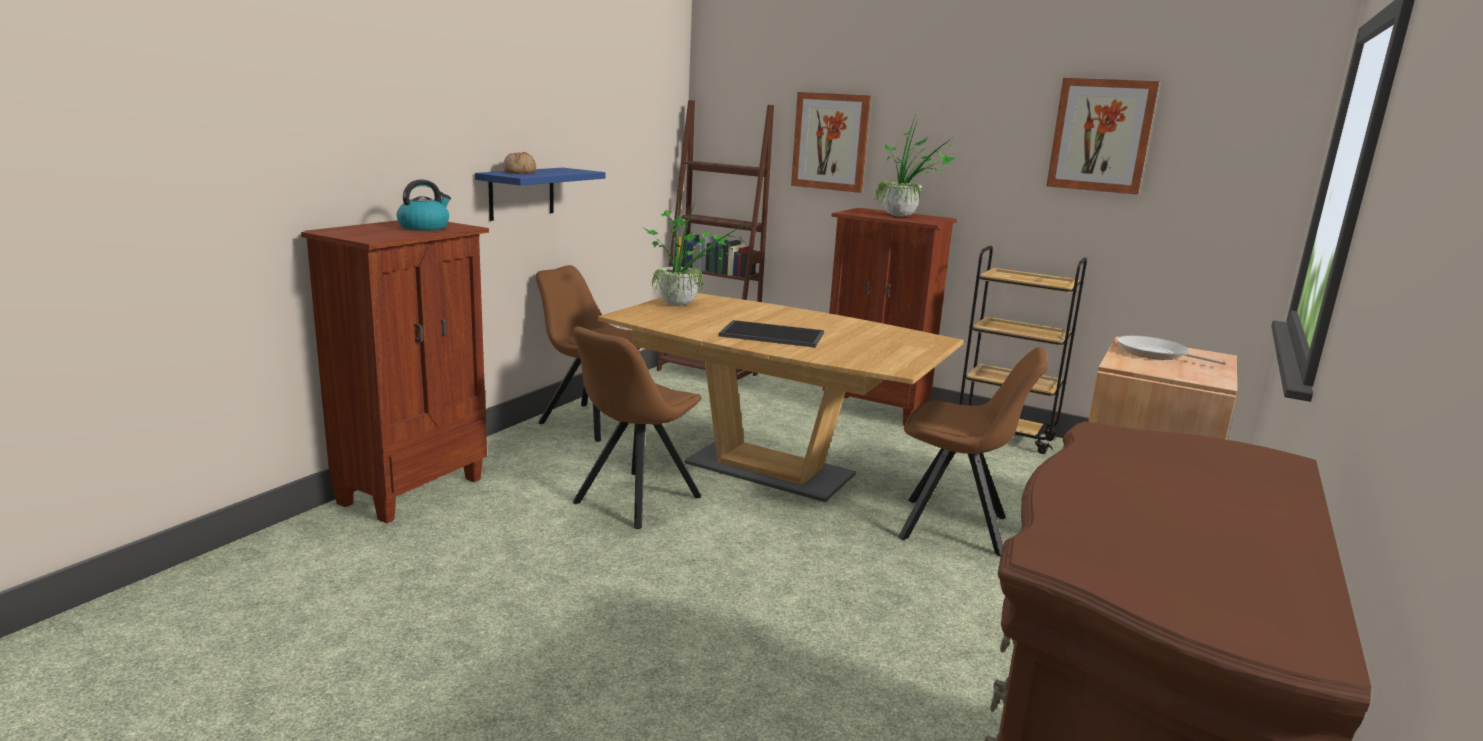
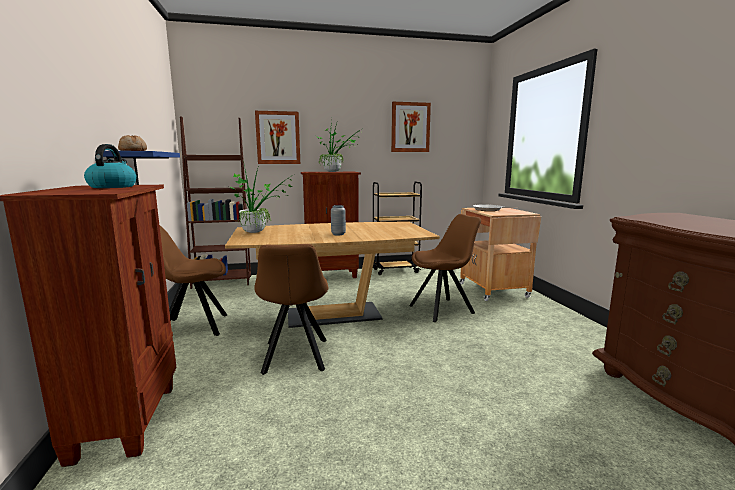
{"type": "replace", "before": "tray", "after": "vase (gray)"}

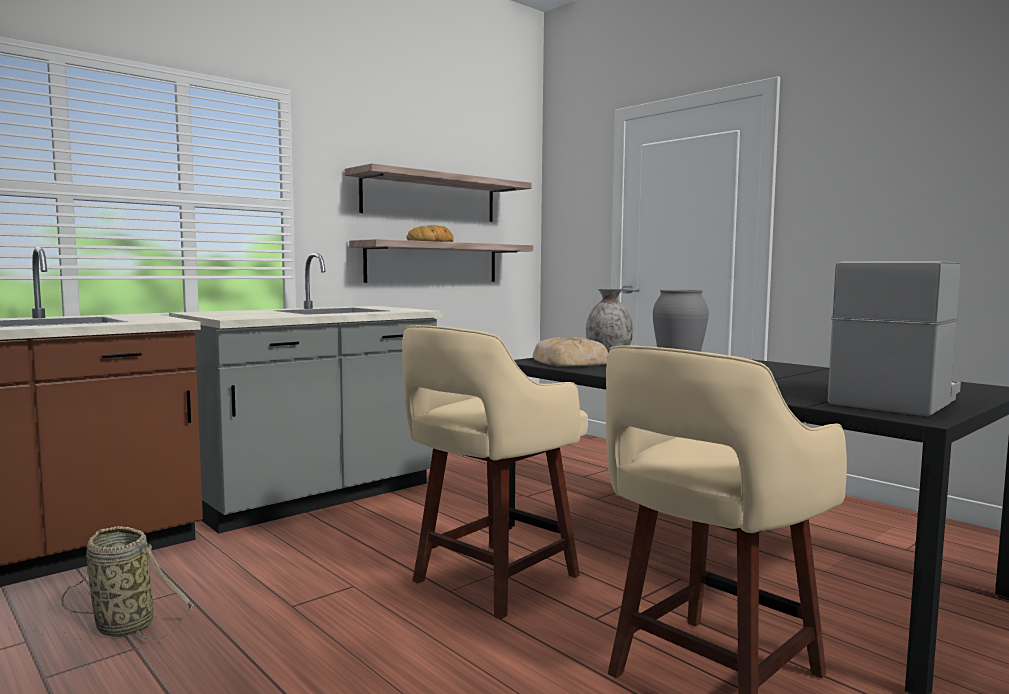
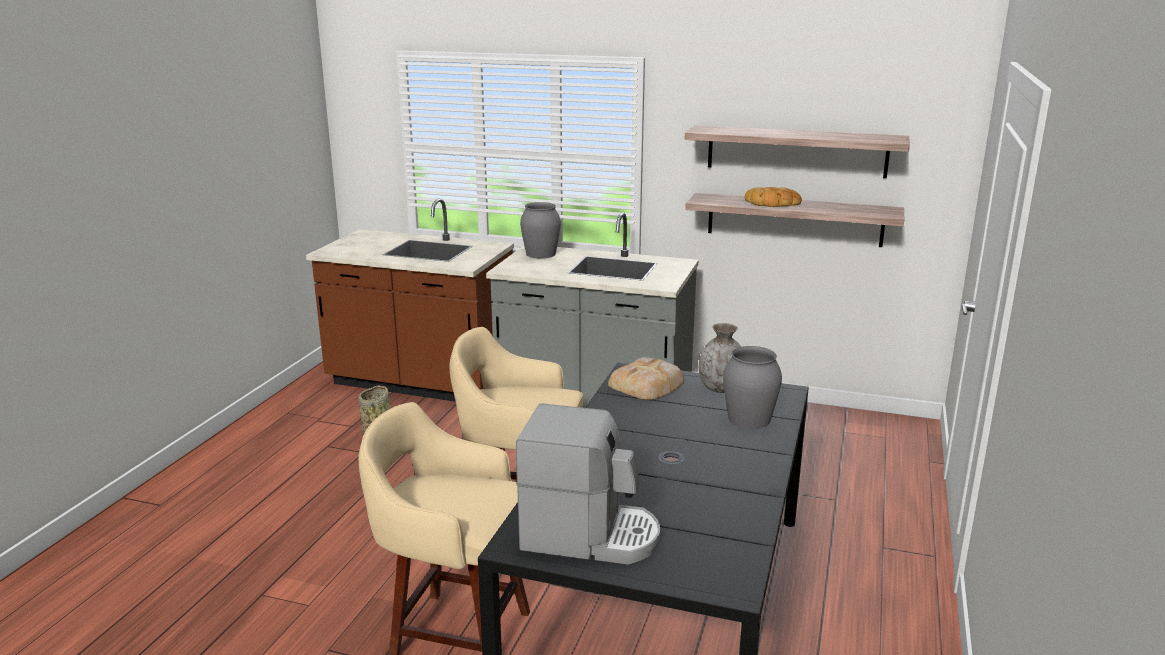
{"type": "insert", "after": "vase (gray) (1st from left)"}

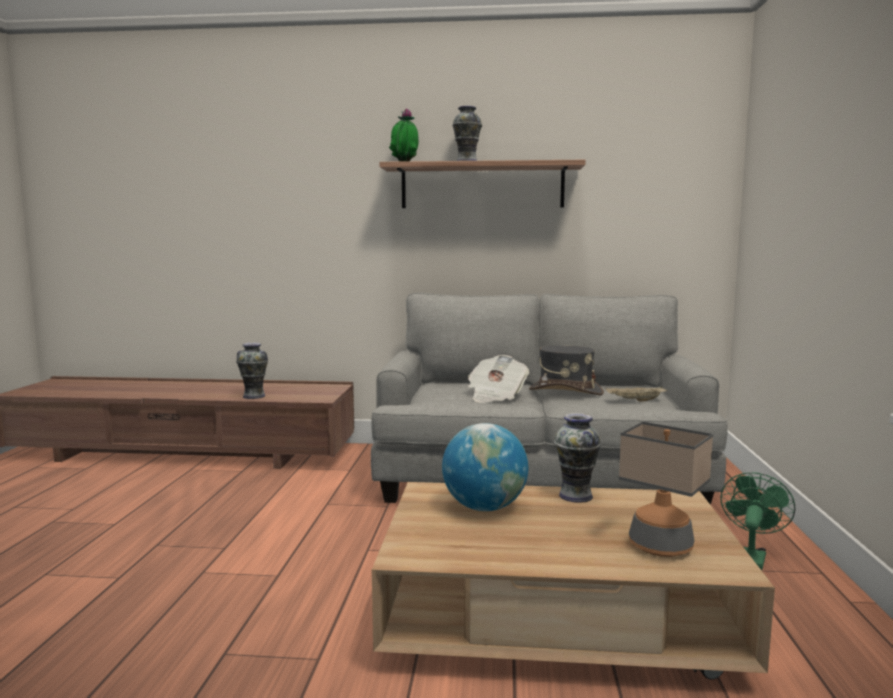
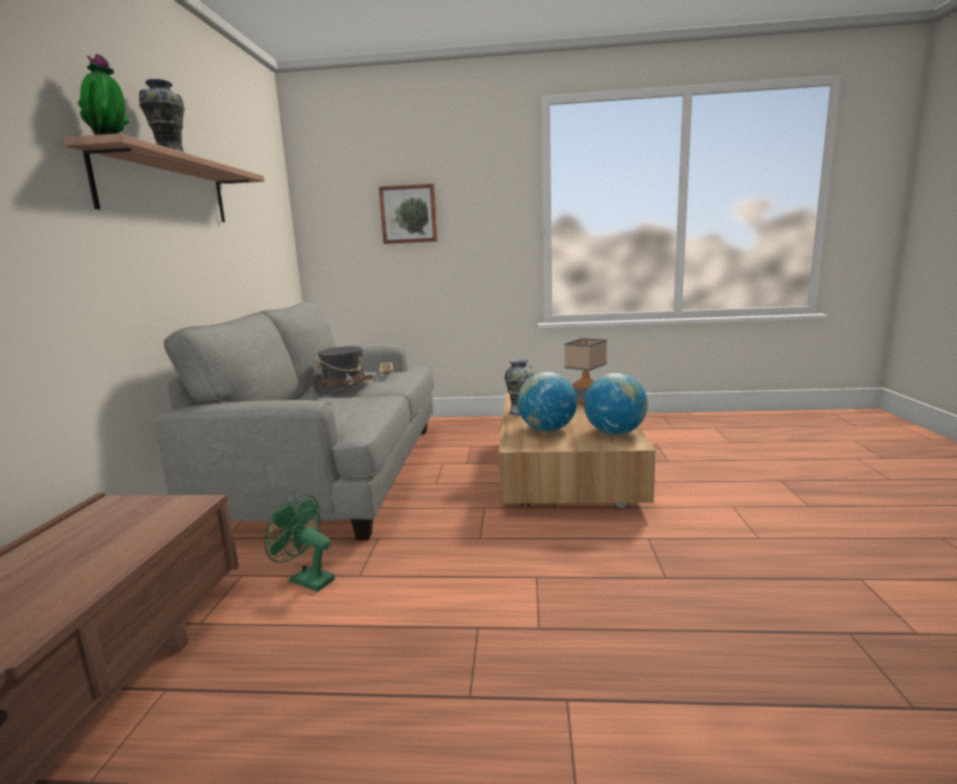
{"type": "delete", "before": "vase (1st from left)"}
{"type": "delete", "before": "daily paper"}
{"type": "move", "before": "cooling fan (green)"}
{"type": "insert", "after": "wall art"}
{"type": "insert", "after": "world globe (2nd from left)"}

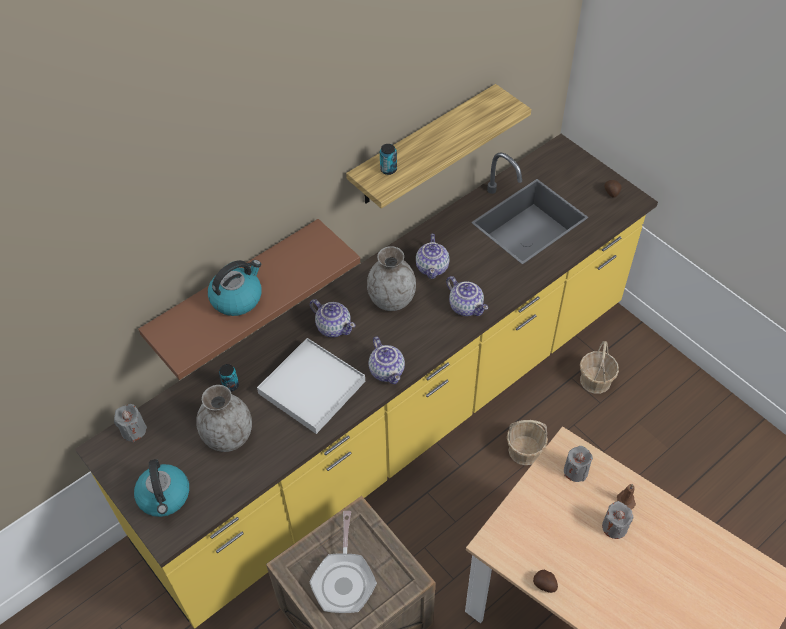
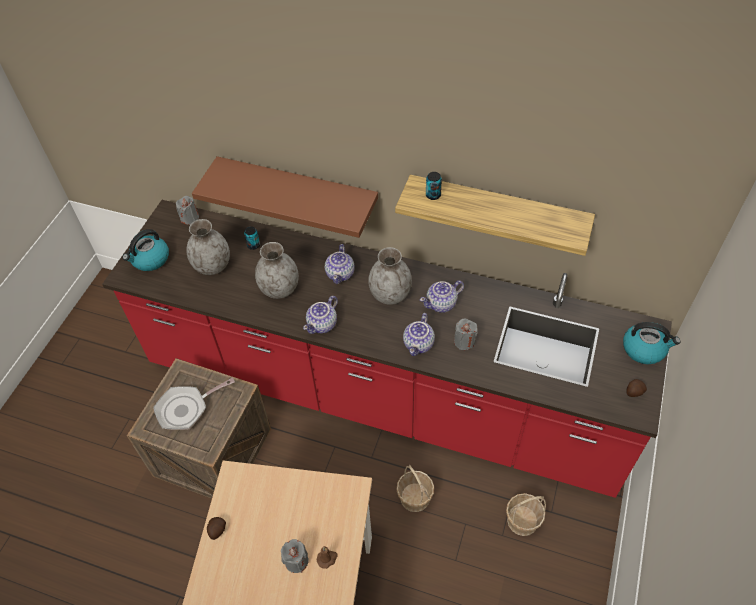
{"type": "recolor", "before": "counter (yellow-coloured)", "after": "counter (red-coloured)"}
{"type": "move", "before": "kettle (2nd from left)"}
{"type": "replace", "before": "tray (white)", "after": "vase (gray) (2nd from left)"}
{"type": "move", "before": "wax light (gray) (2nd from left in the first image)", "after": "wax light (gray) (3rd from left)"}

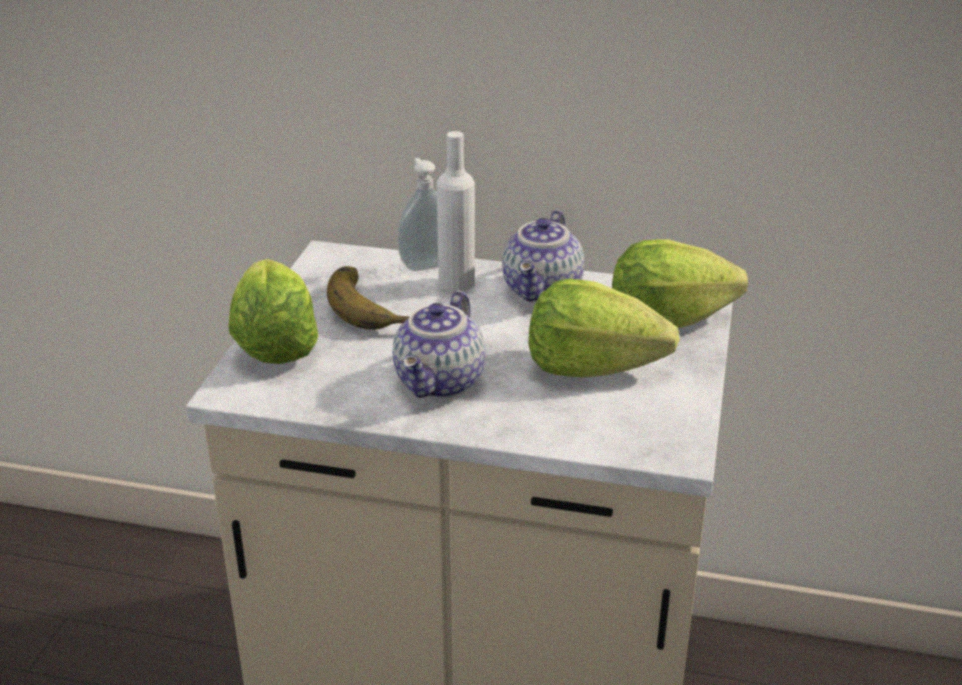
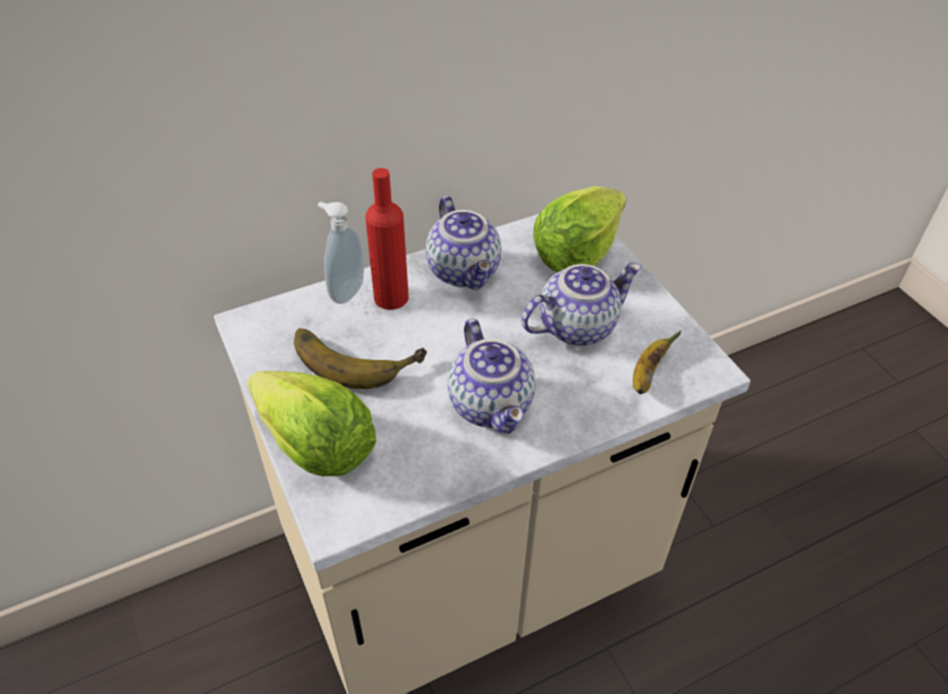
{"type": "recolor", "before": "bottle (white)", "after": "bottle (red-coloured)"}
{"type": "replace", "before": "lettuce head (2nd from left)", "after": "teapot (3rd from left)"}
{"type": "insert", "after": "banana fruit (2nd from left)"}

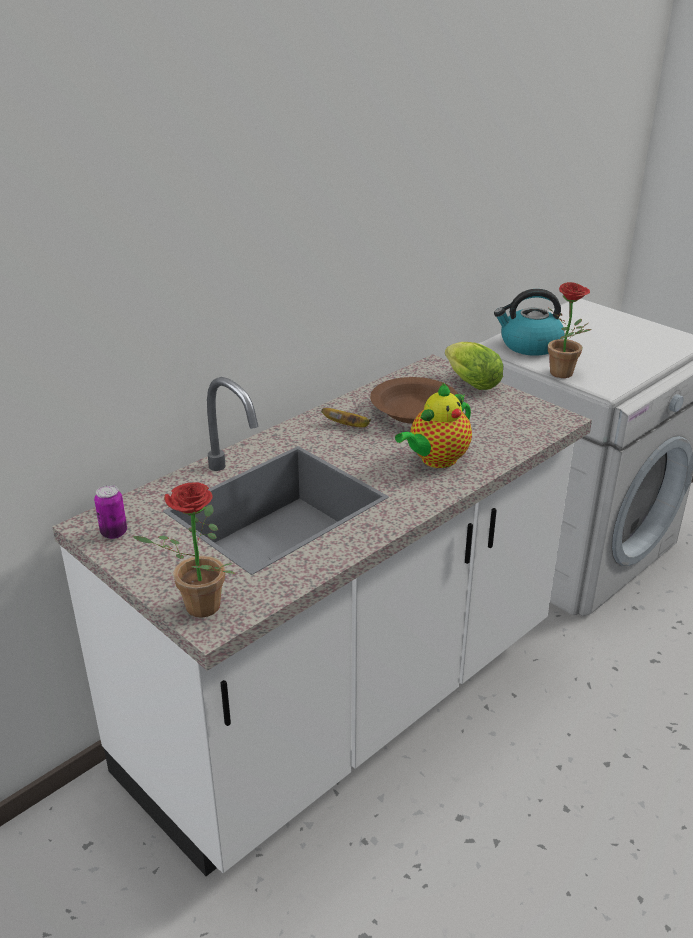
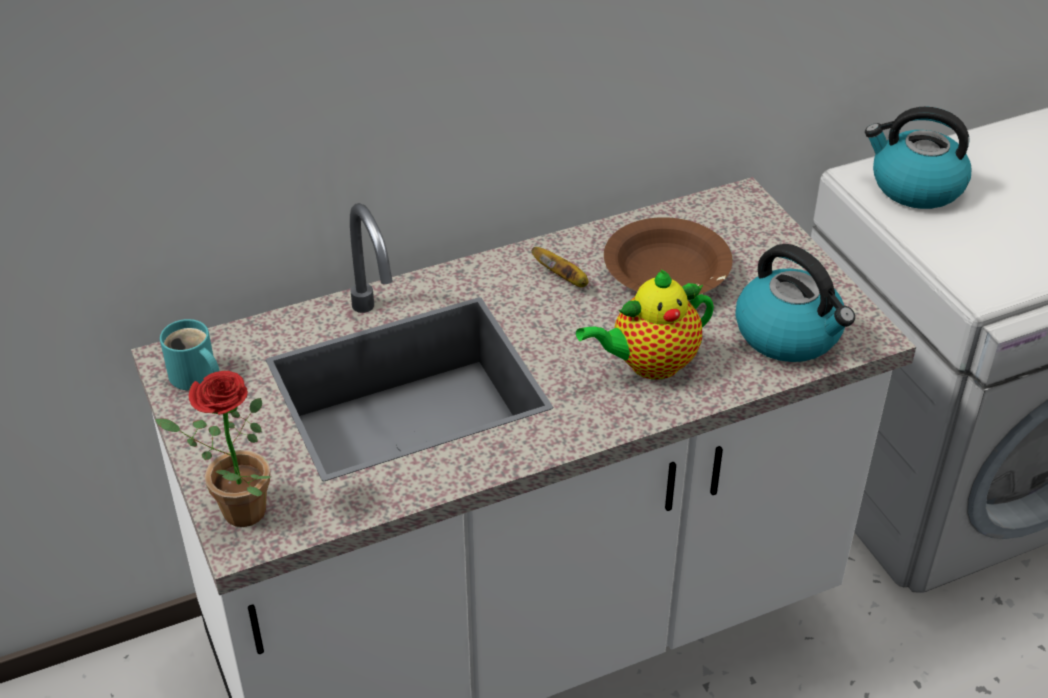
{"type": "delete", "before": "houseplant (2nd from left)"}
{"type": "delete", "before": "lettuce head"}
{"type": "replace", "before": "metal can", "after": "tea mug (turquoise-coloured)"}
{"type": "insert", "after": "kettle (1st from left)"}

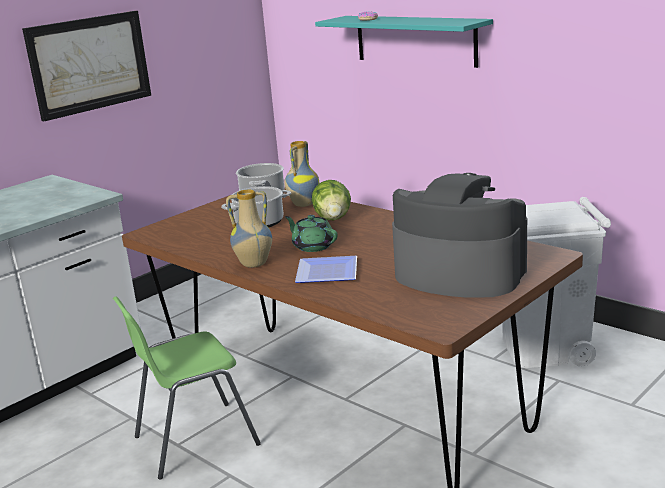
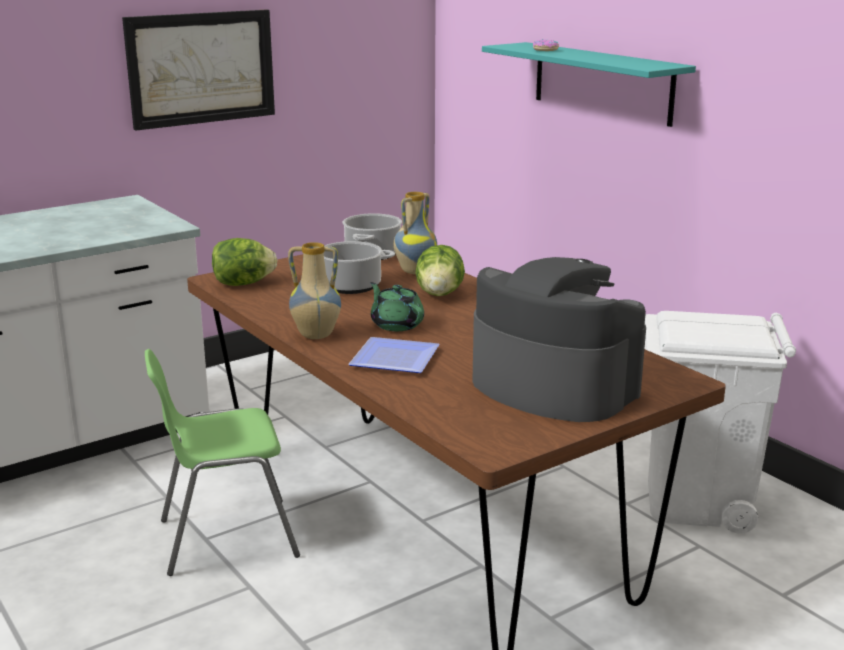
{"type": "insert", "after": "lettuce head (1st from left)"}

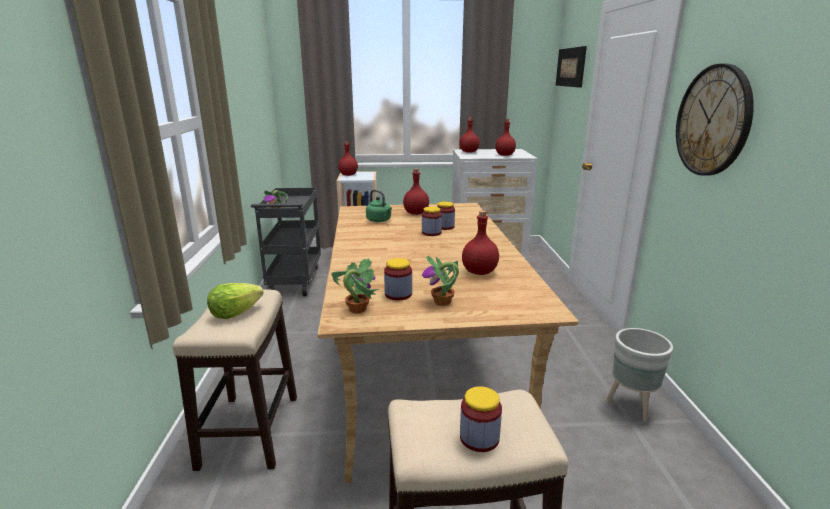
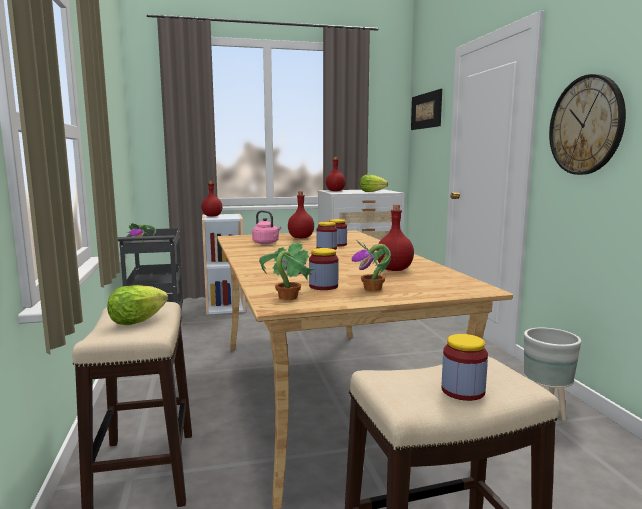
{"type": "replace", "before": "bottle (red-coloured) (5th from left)", "after": "lettuce head (2nd from left)"}
{"type": "recolor", "before": "kettle (green)", "after": "kettle (pink)"}

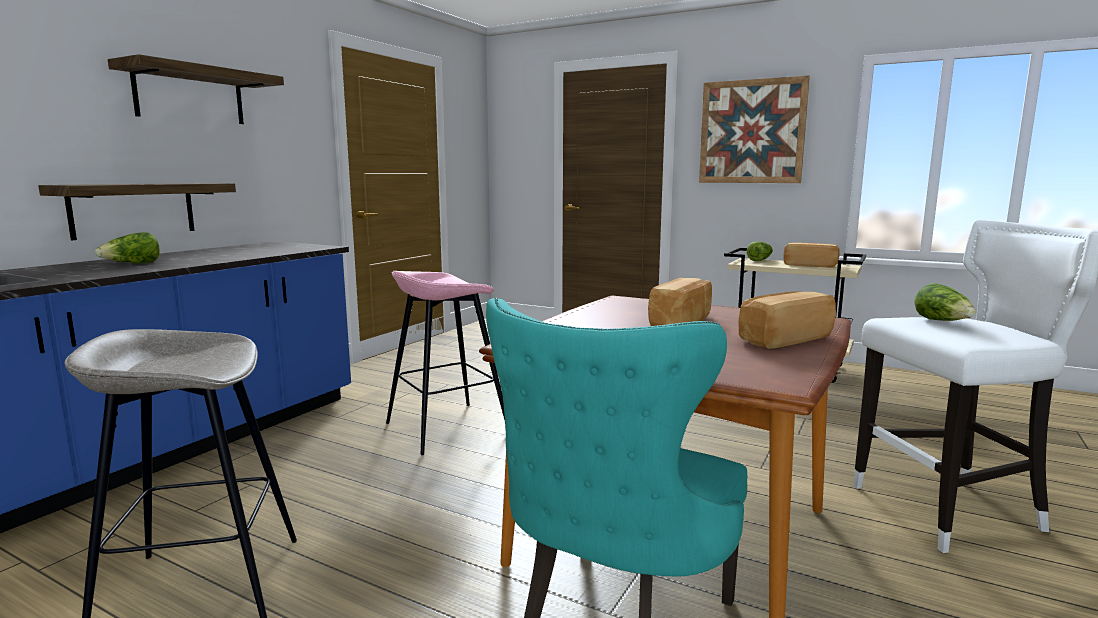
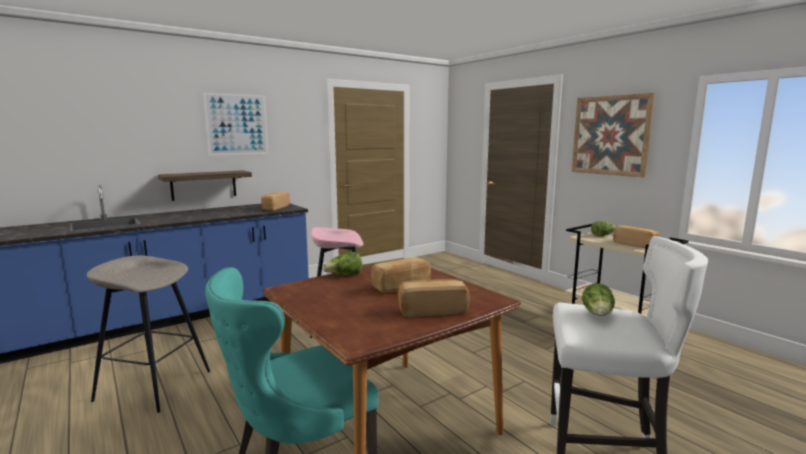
{"type": "replace", "before": "wall shelf (2nd from left)", "after": "wall art (1st from left)"}
{"type": "move", "before": "lettuce head (1st from left)"}
{"type": "insert", "after": "bread (1st from left)"}

